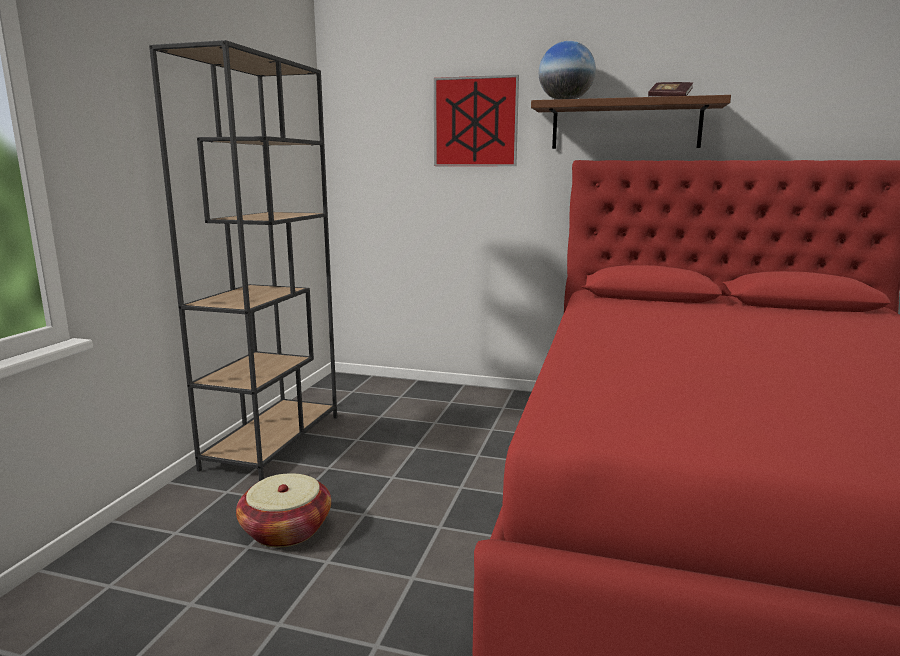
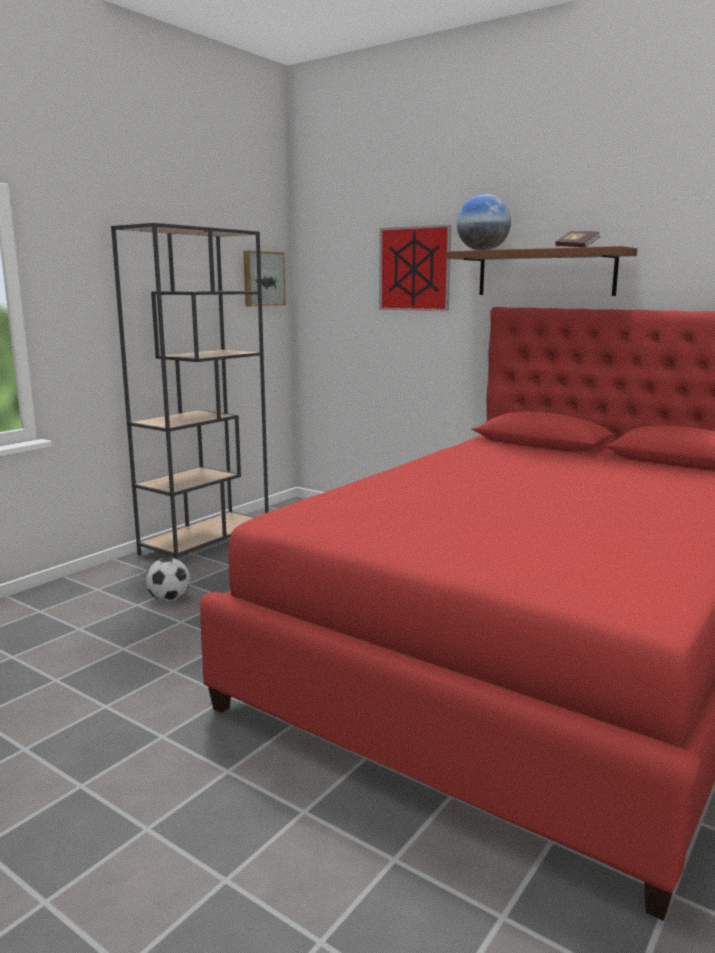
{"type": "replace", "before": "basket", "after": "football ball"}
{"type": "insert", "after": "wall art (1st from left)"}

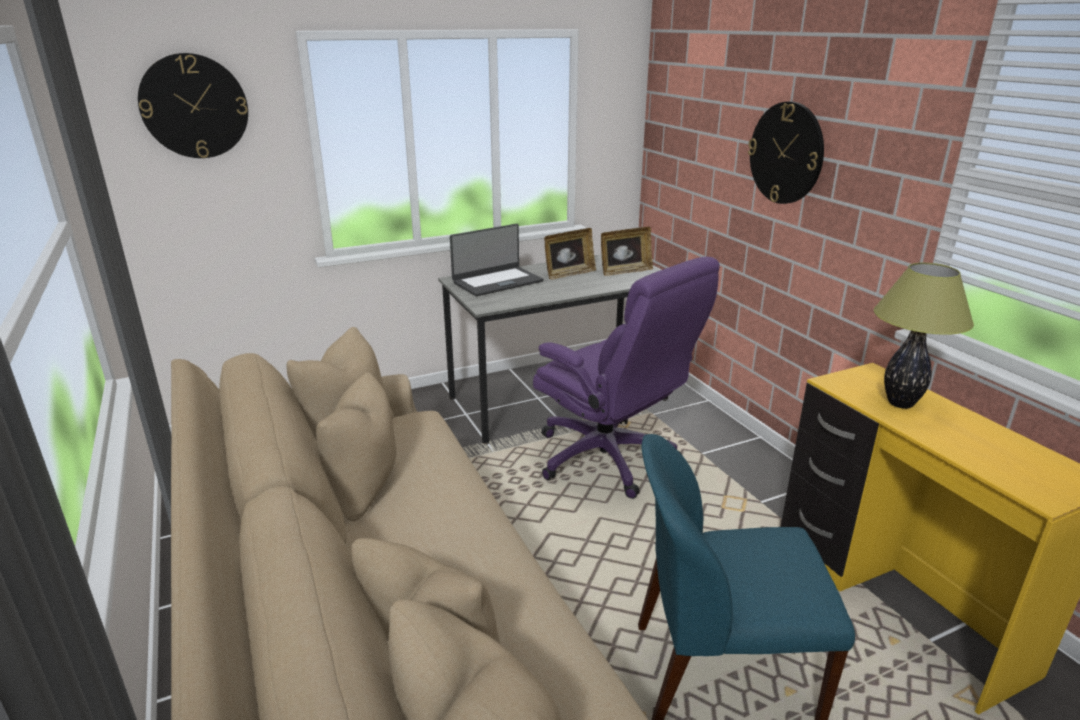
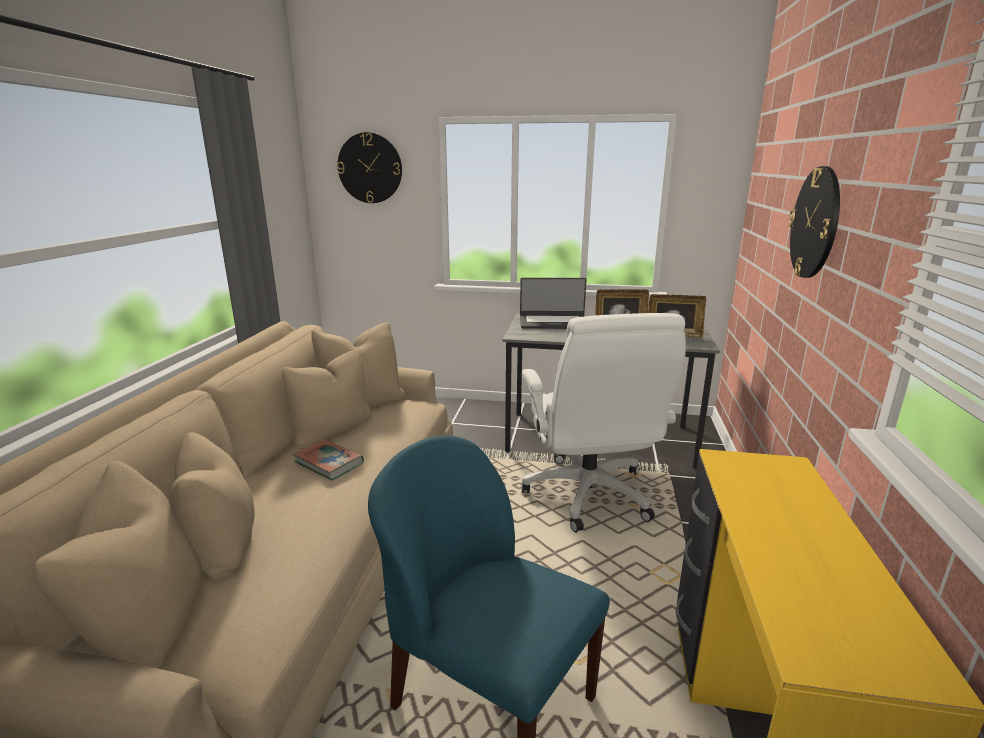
{"type": "recolor", "before": "desk chair (purple-coloured)", "after": "desk chair (white)"}
{"type": "delete", "before": "tabletop lamp"}
{"type": "insert", "after": "bound book"}

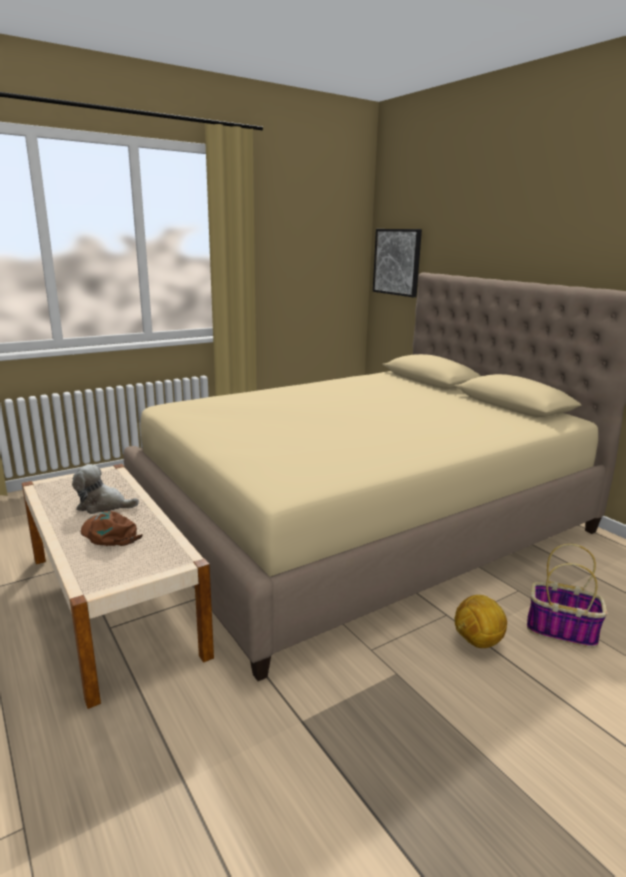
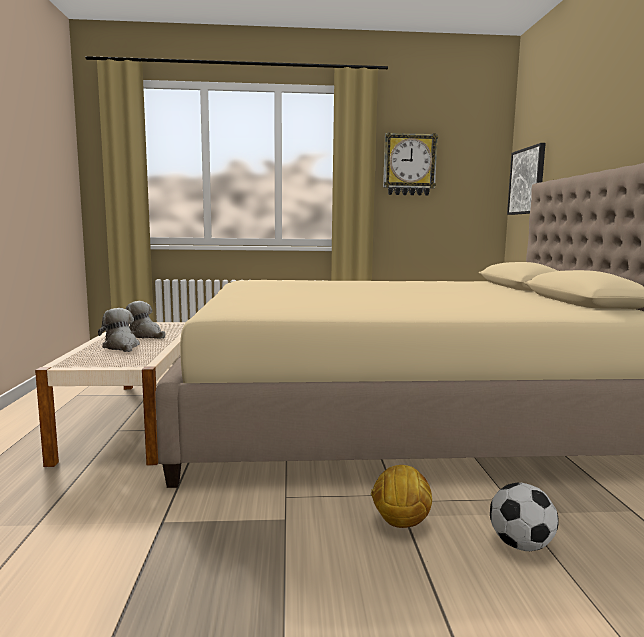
{"type": "replace", "before": "cap (brownish)", "after": "plush toy (1st from left)"}
{"type": "replace", "before": "basket", "after": "football ball (2nd from left)"}
{"type": "insert", "after": "clock on the wall"}

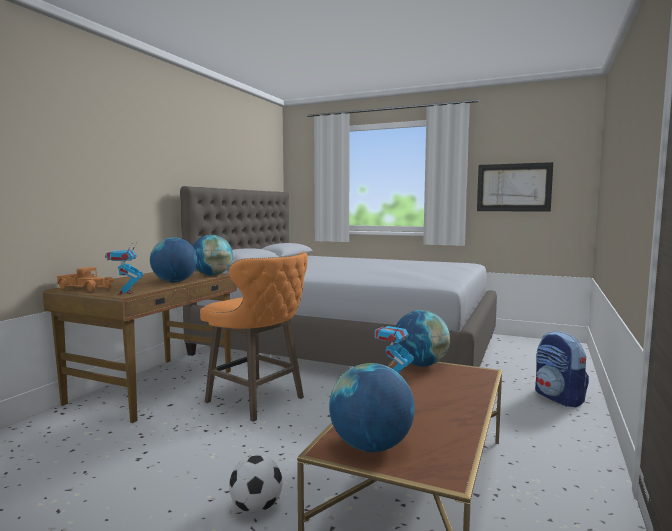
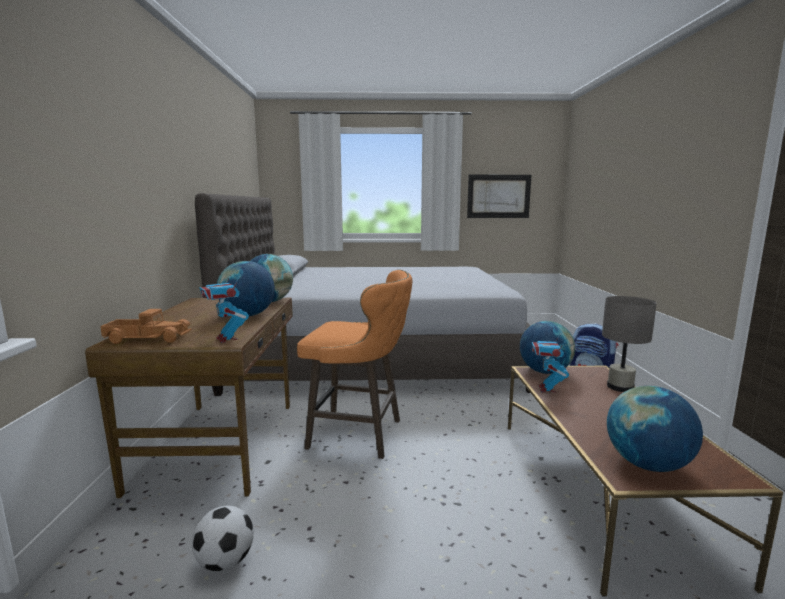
{"type": "move", "before": "football ball"}
{"type": "insert", "after": "tabletop lamp (gray)"}

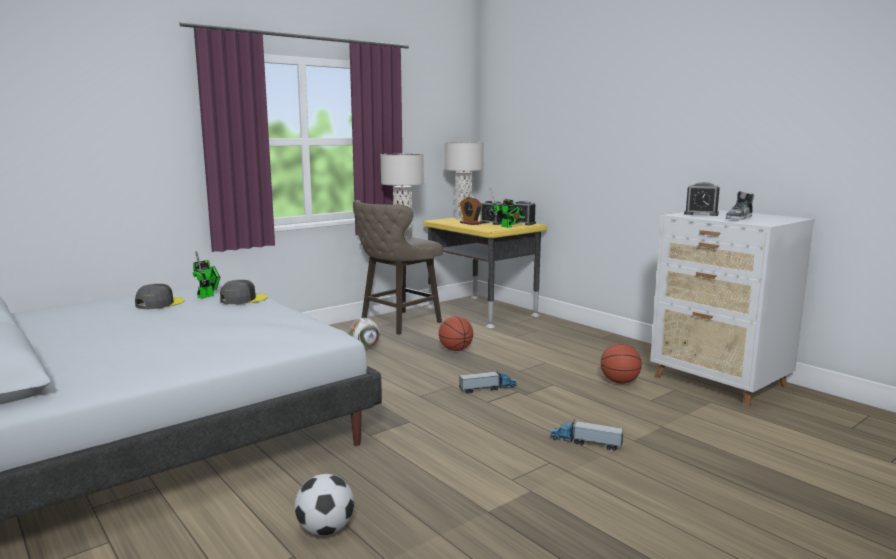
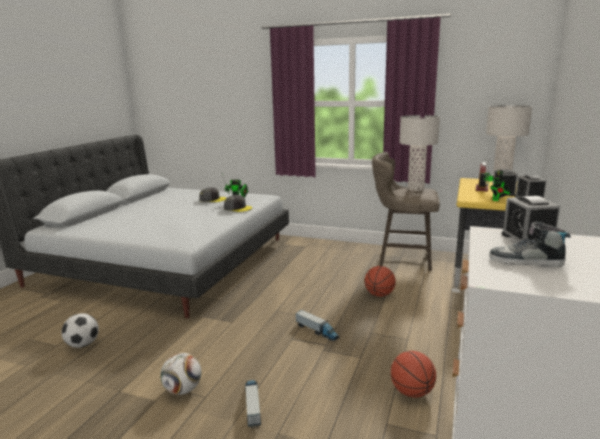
{"type": "move", "before": "football ball (2nd from left)"}

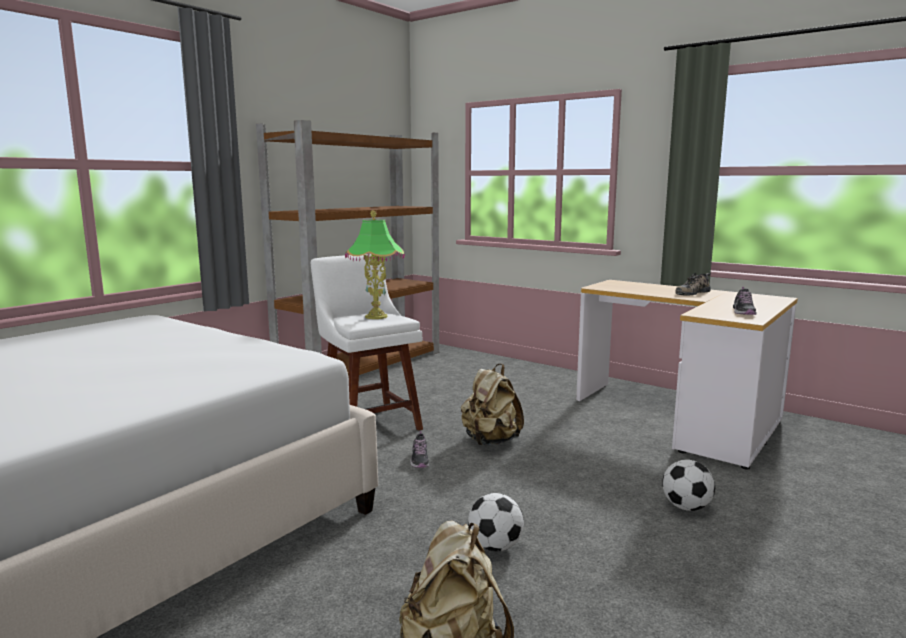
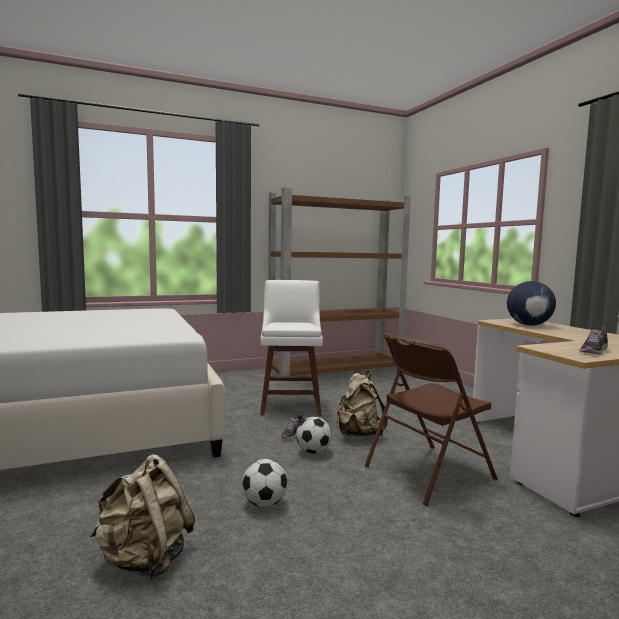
{"type": "delete", "before": "tabletop lamp"}
{"type": "delete", "before": "shoe (2nd from left)"}
{"type": "move", "before": "football ball (2nd from left)"}
{"type": "insert", "after": "world globe"}
{"type": "insert", "after": "plain chair (brownish)"}

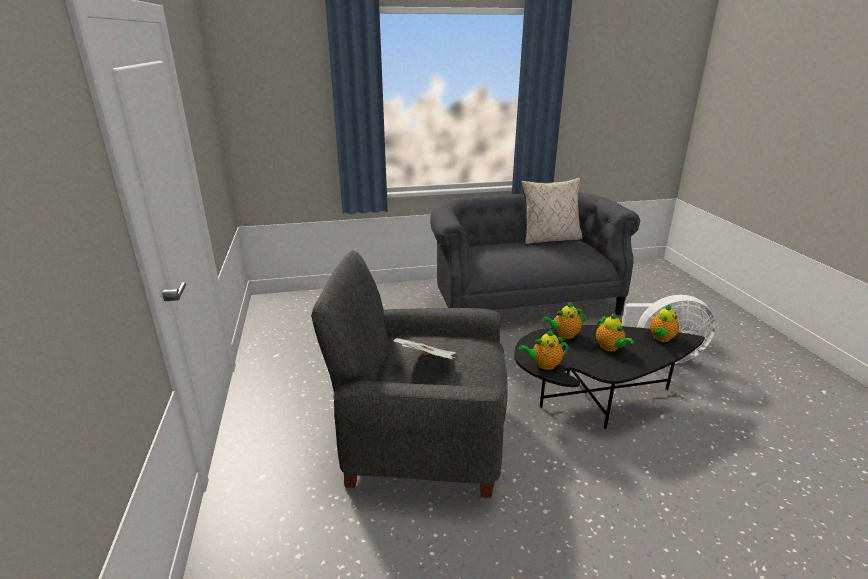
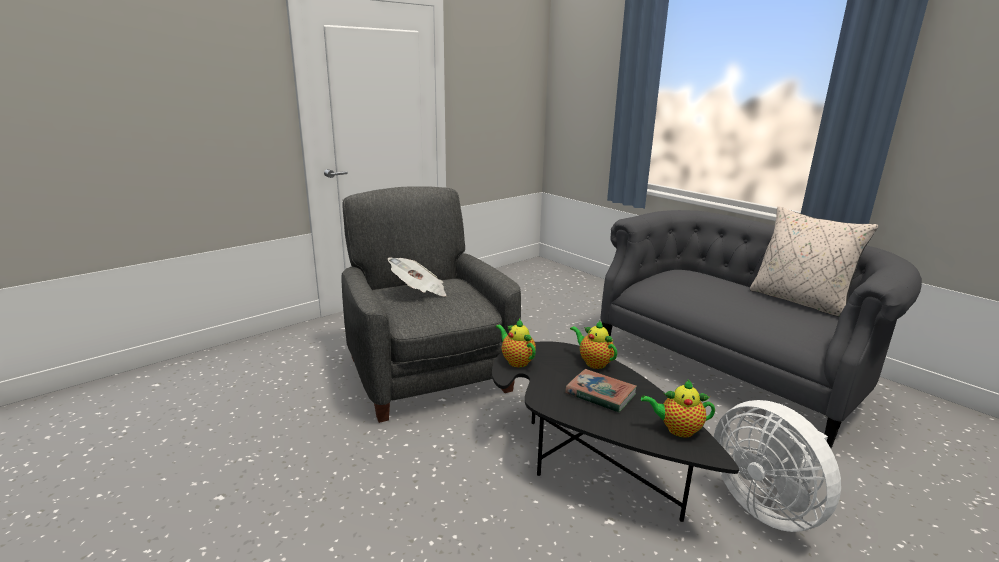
{"type": "replace", "before": "teapot (3rd from left)", "after": "bound book"}

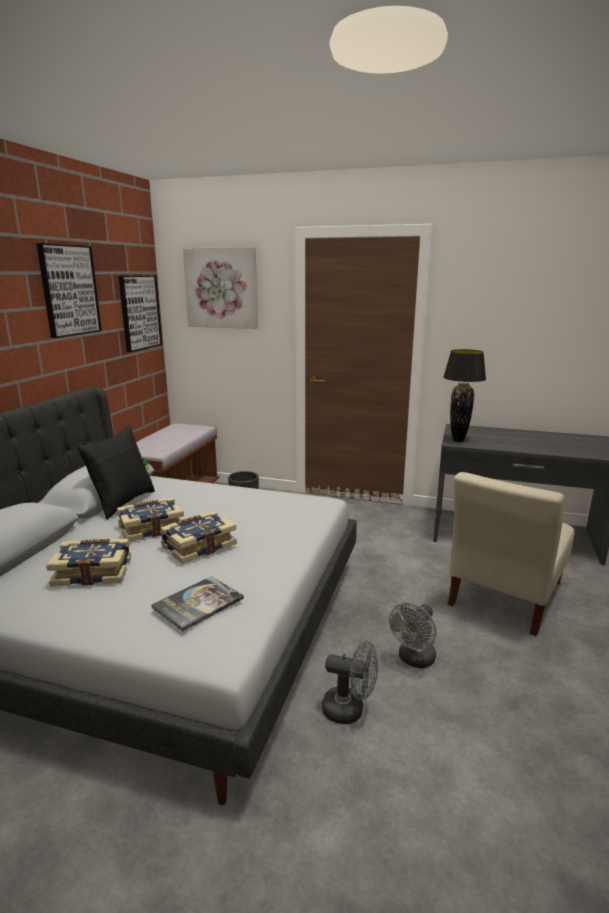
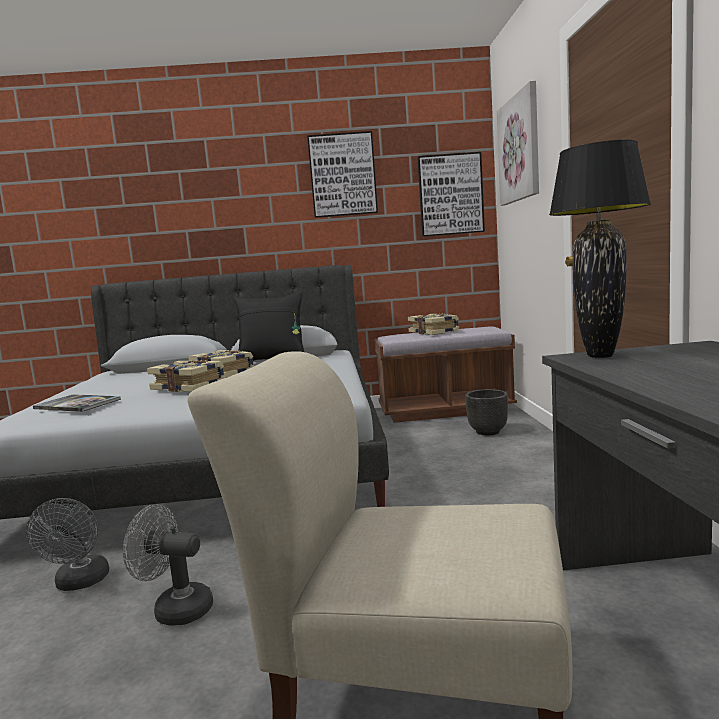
{"type": "move", "before": "bound book (1st from left in the first image)", "after": "bound book (4th from left)"}

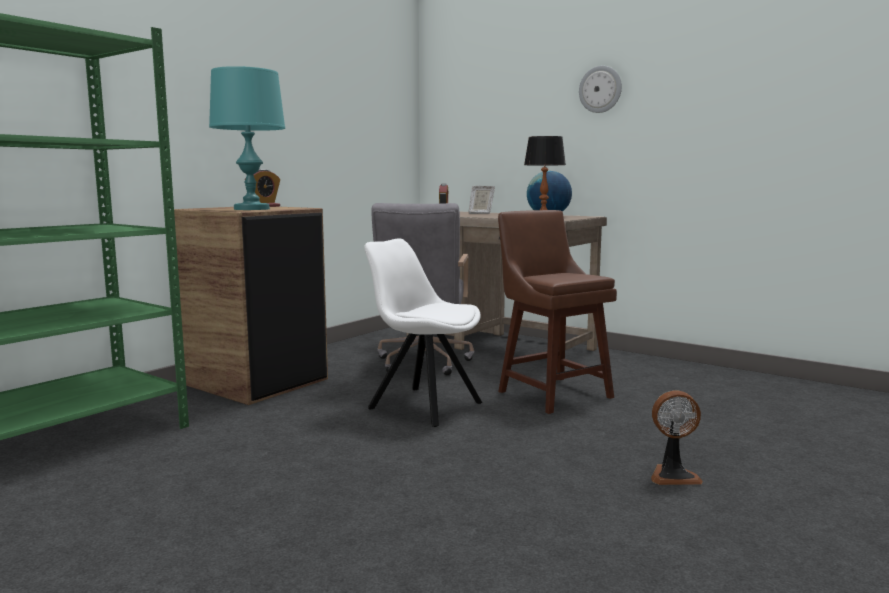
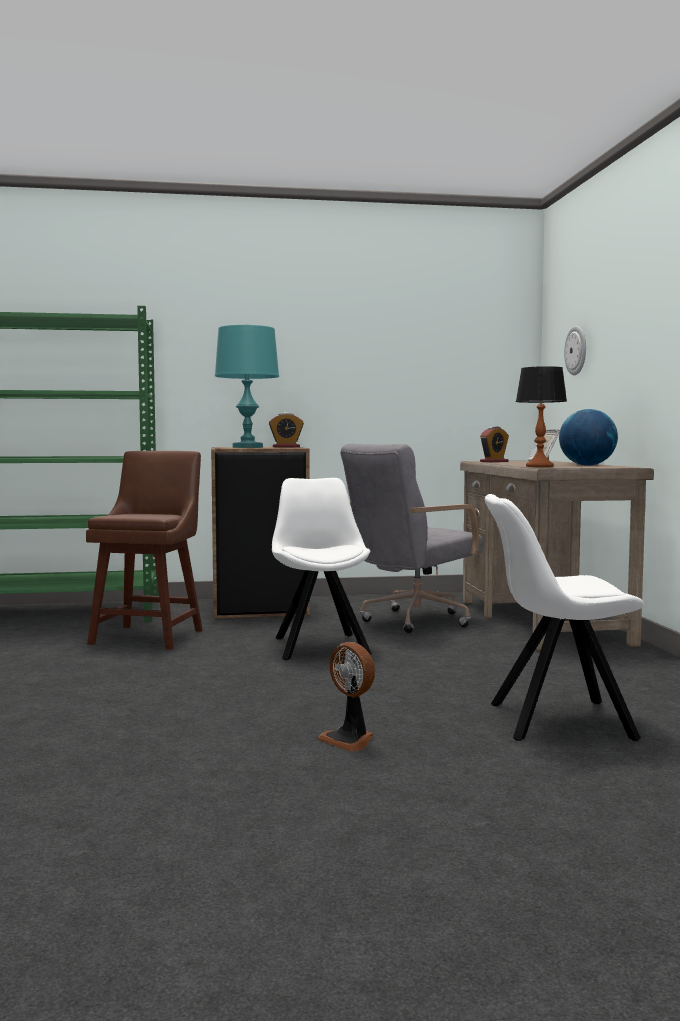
{"type": "move", "before": "clock on the wall"}
{"type": "move", "before": "plain chair (brownish)"}
{"type": "insert", "after": "plain chair (white) (2nd from left)"}

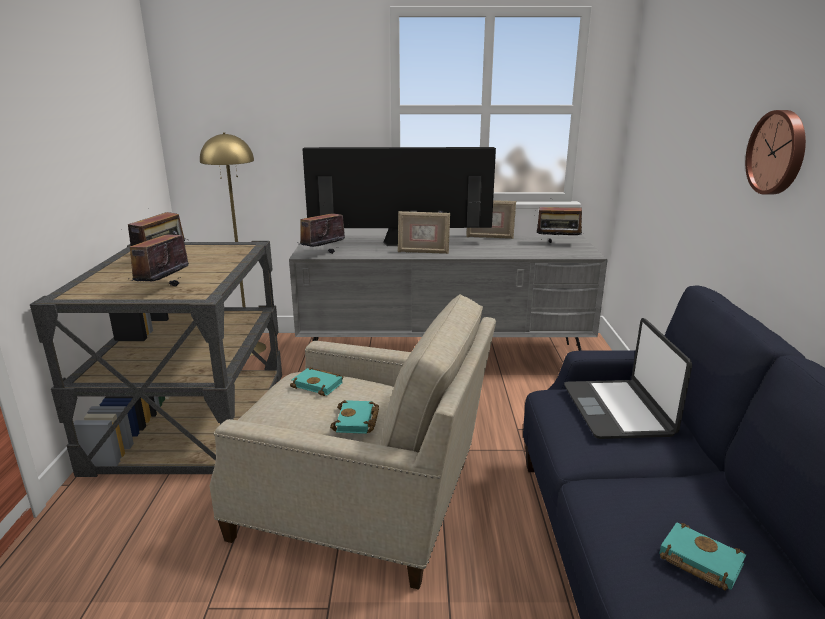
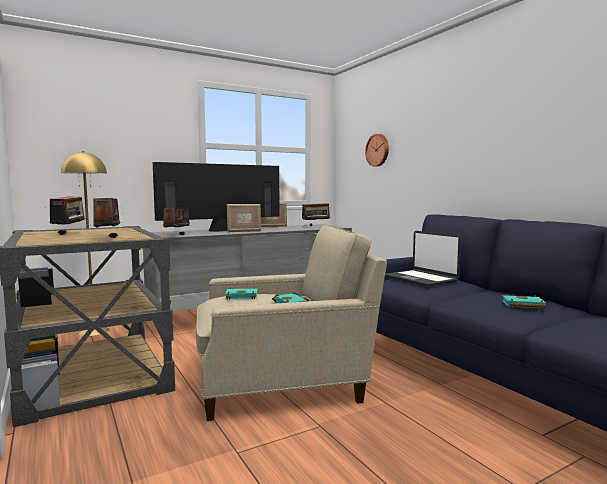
{"type": "move", "before": "clock on the wall"}

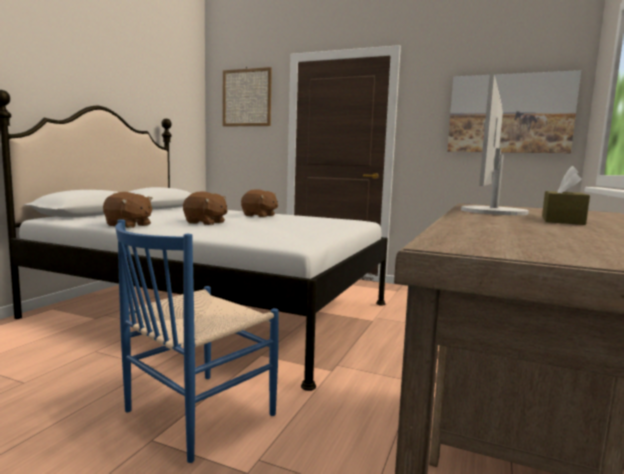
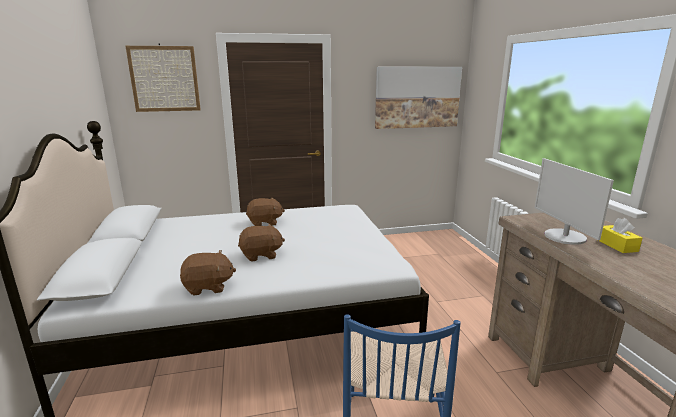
{"type": "recolor", "before": "tissue box (brownish)", "after": "tissue box (yellow-coloured)"}

